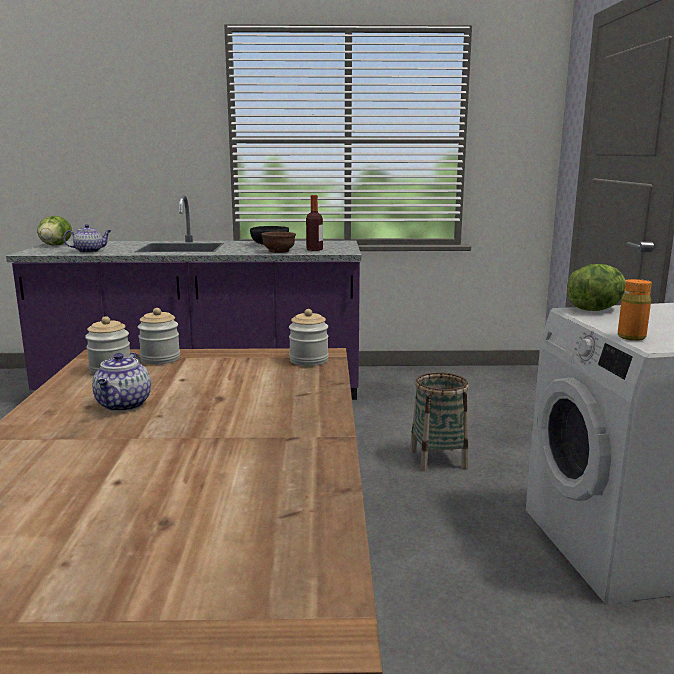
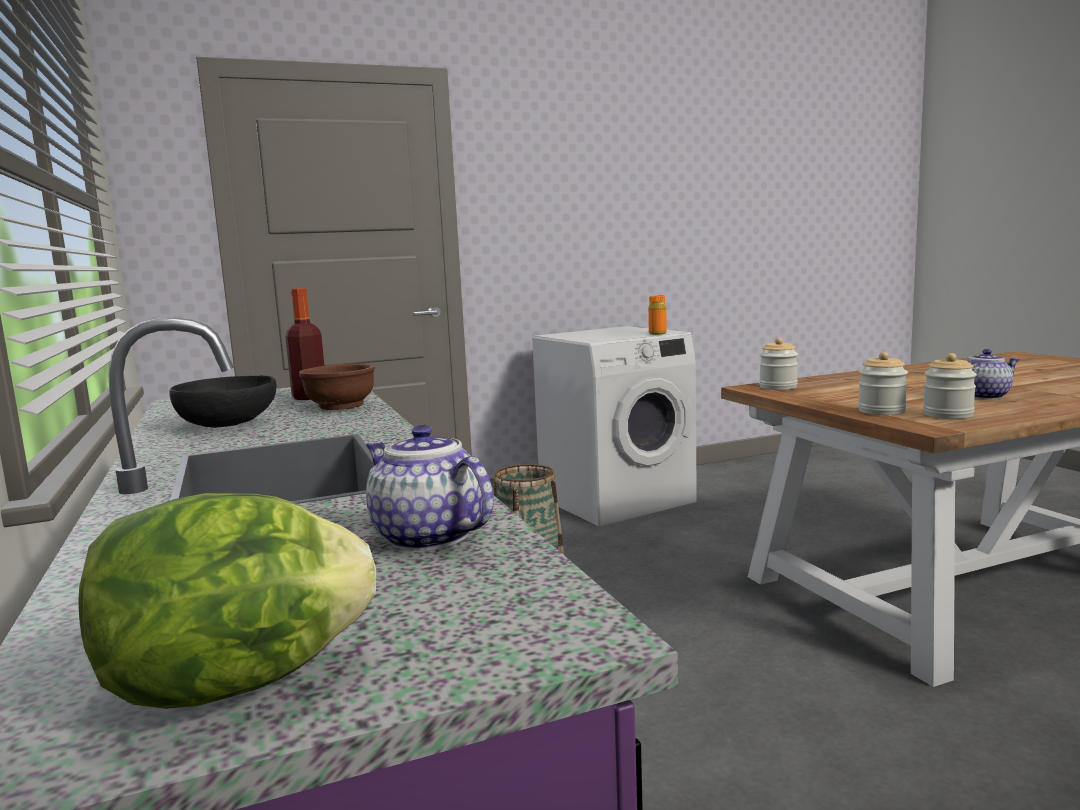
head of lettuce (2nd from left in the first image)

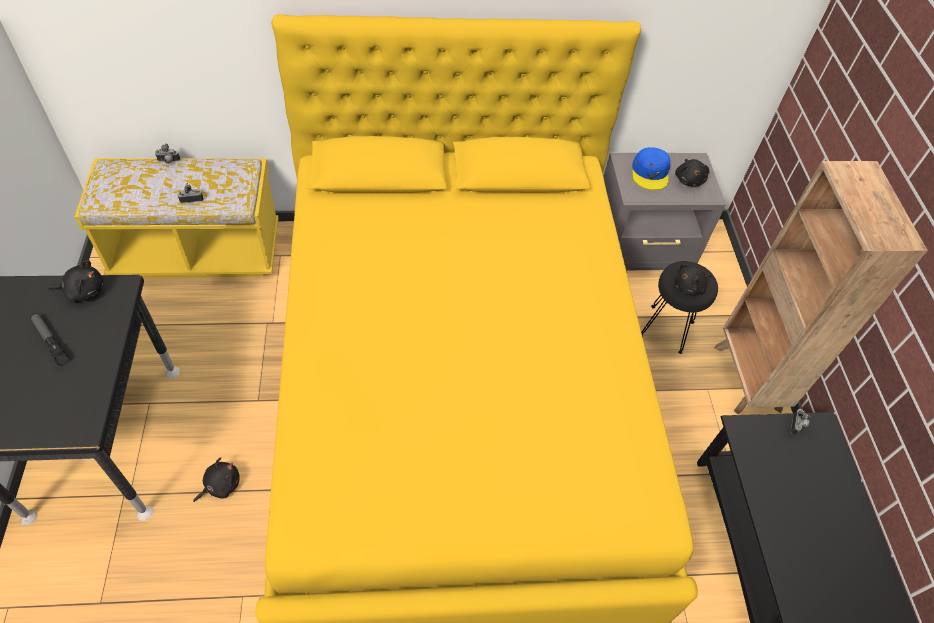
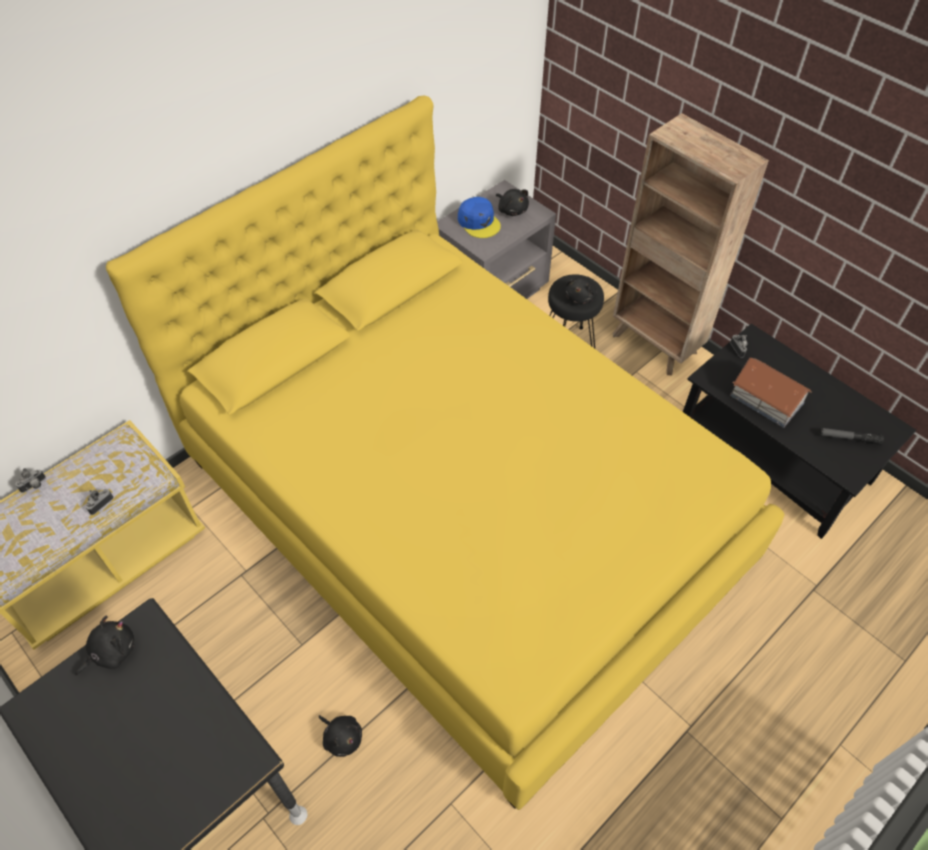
miniature house
hand torch
black-coloured plush toy (2nd from left)

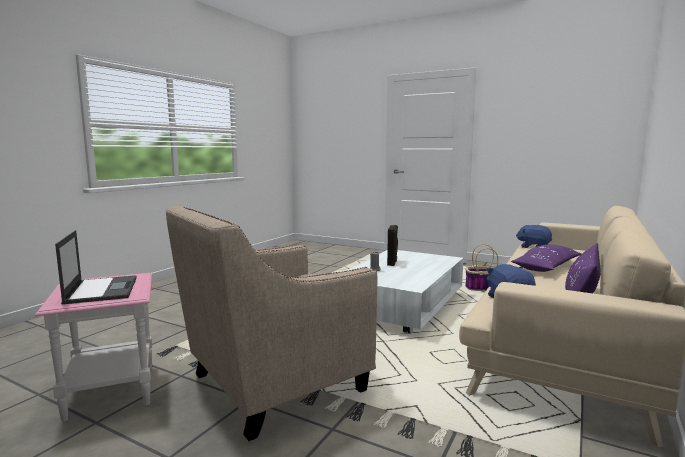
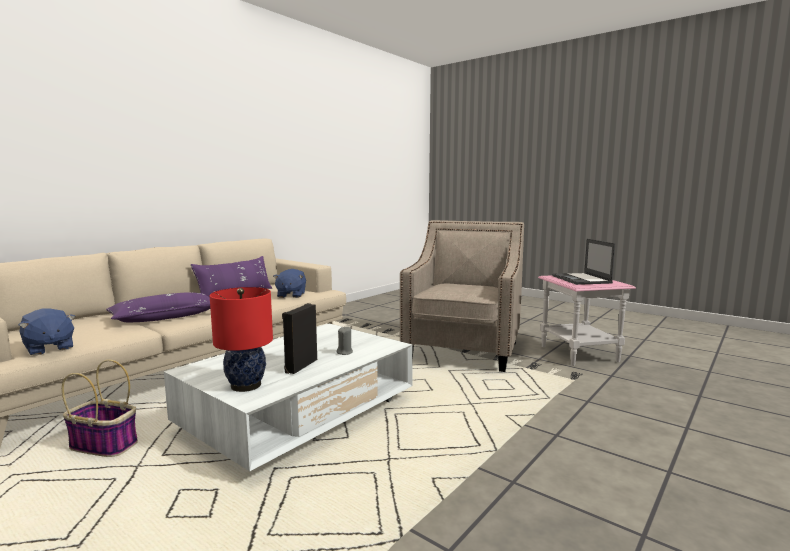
red tabletop lamp
beige lounge chair

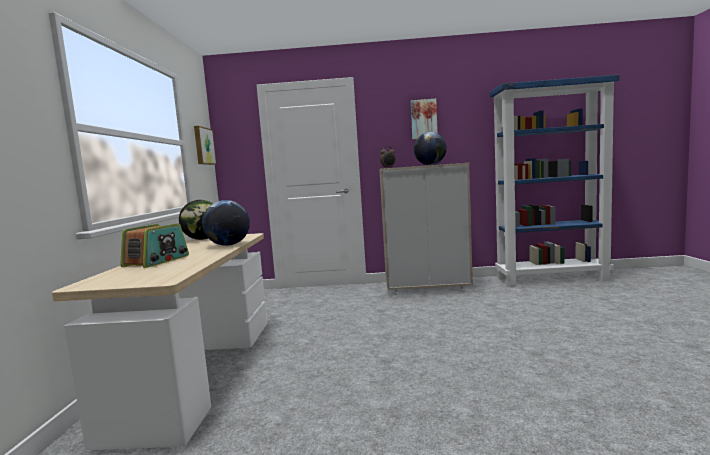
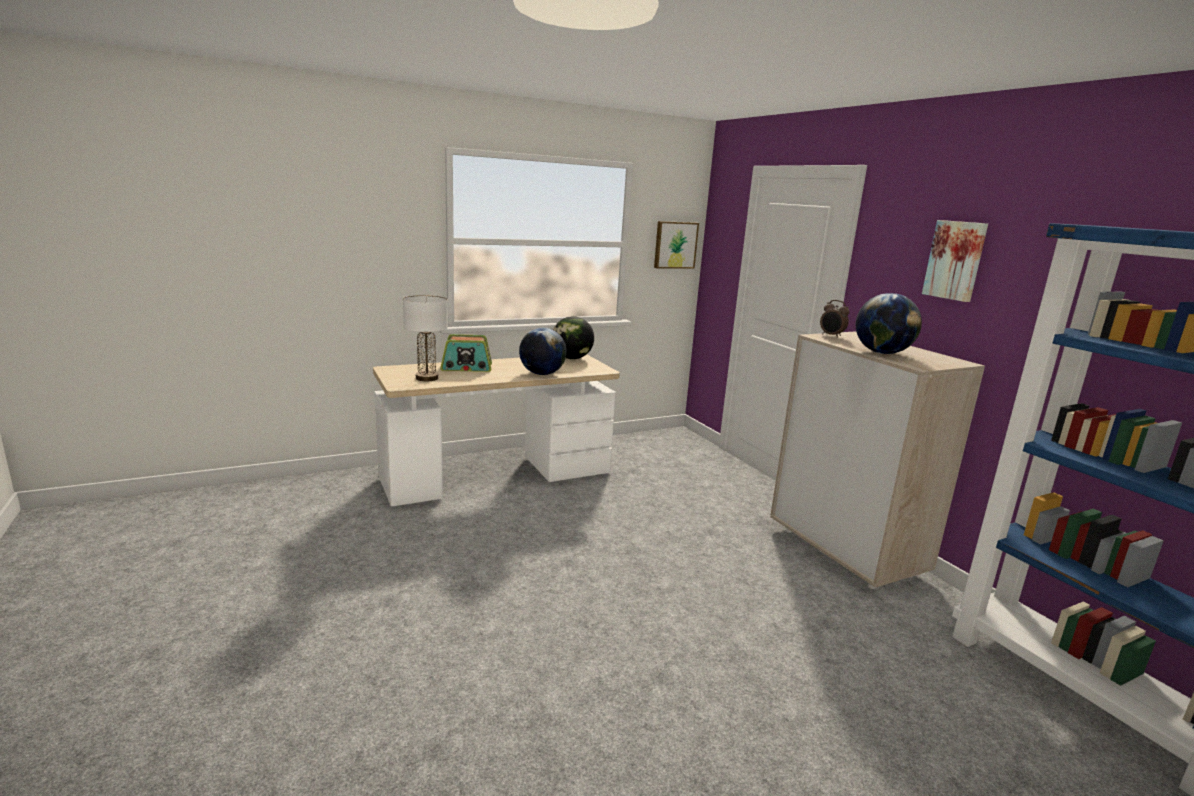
tabletop lamp

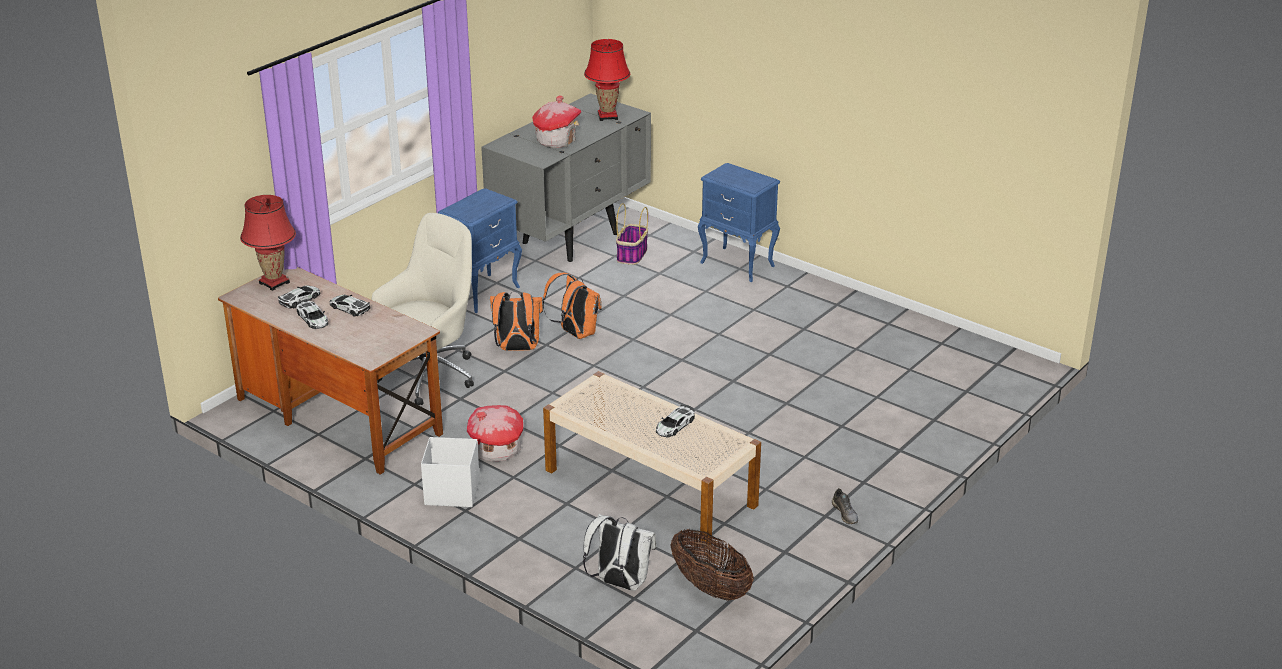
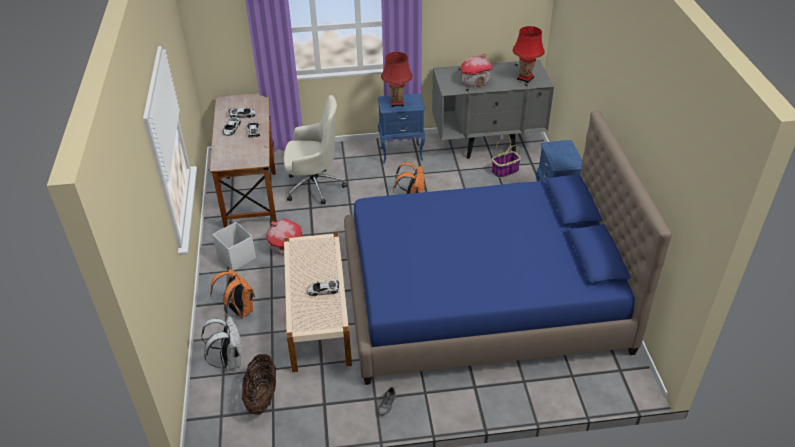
blue sleeping bed
red tabletop lamp (1st from left)
orange knapsack (1st from left)

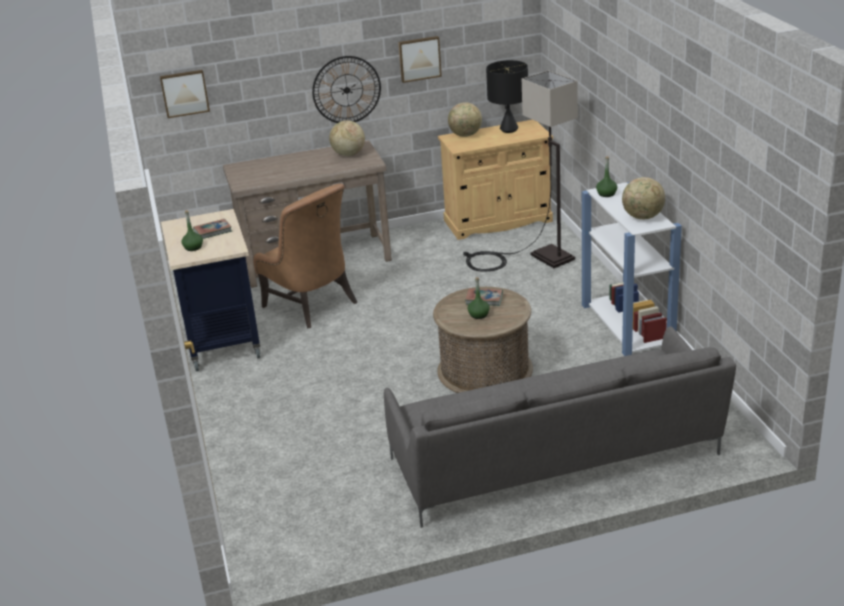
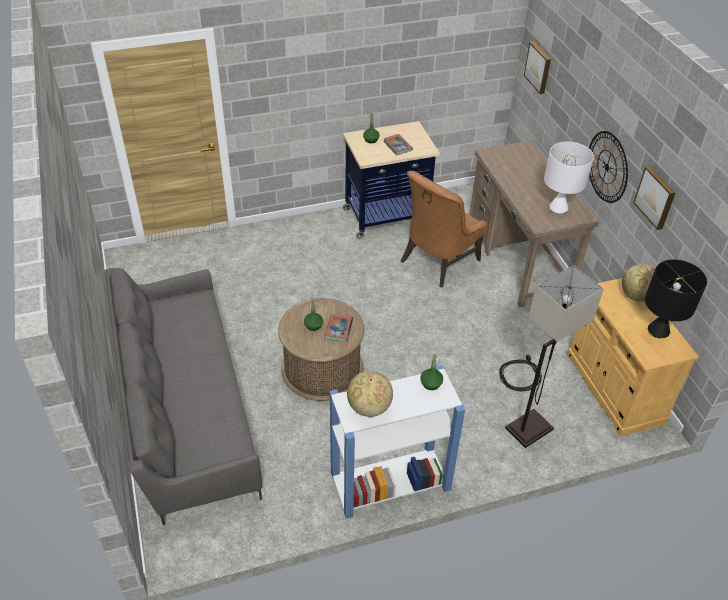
whitish tabletop lamp

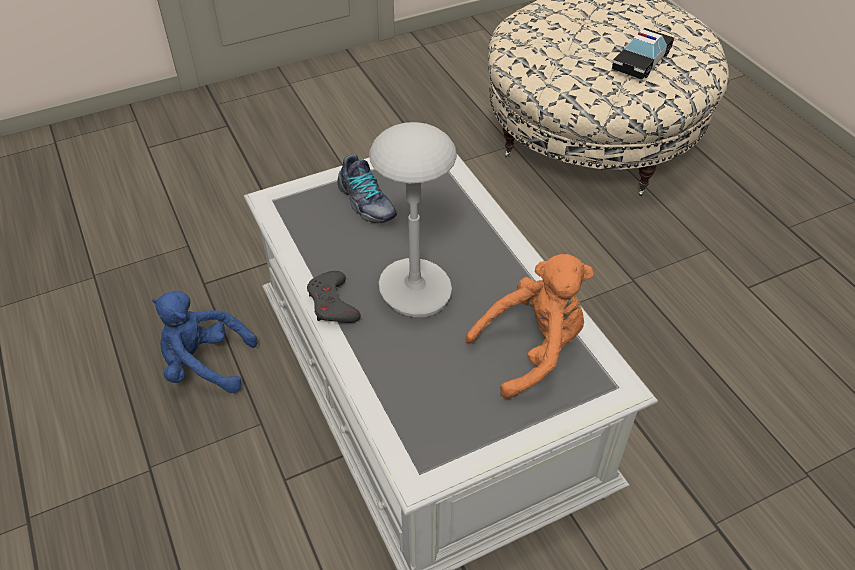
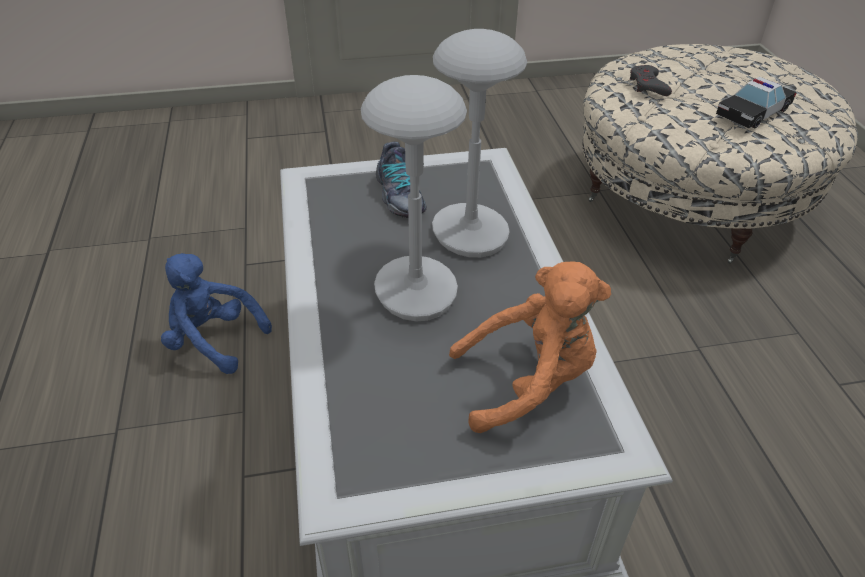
gray tabletop lamp (2nd from left)
gray joypad

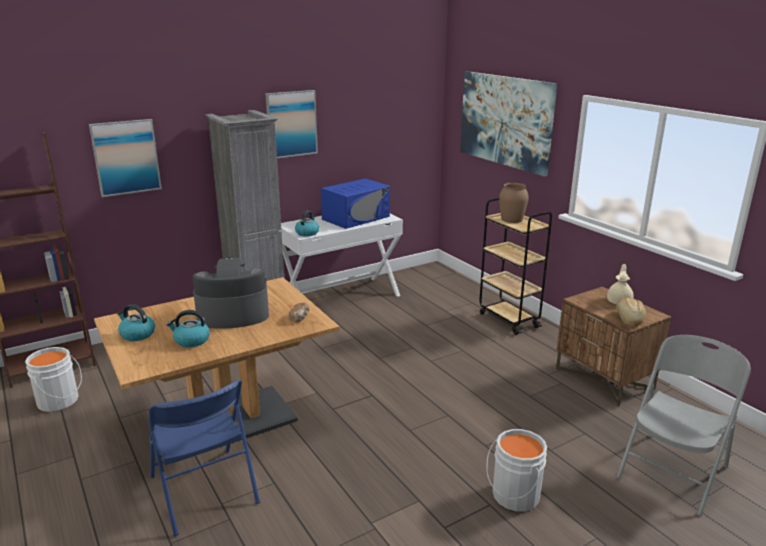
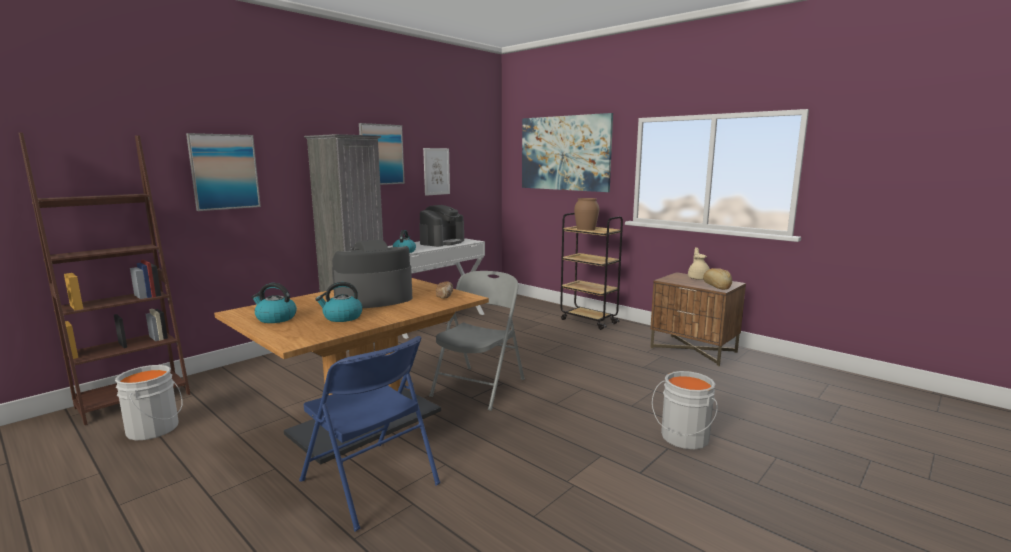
wall art (3rd from left)
gray chair
coffee maker (2nd from left)

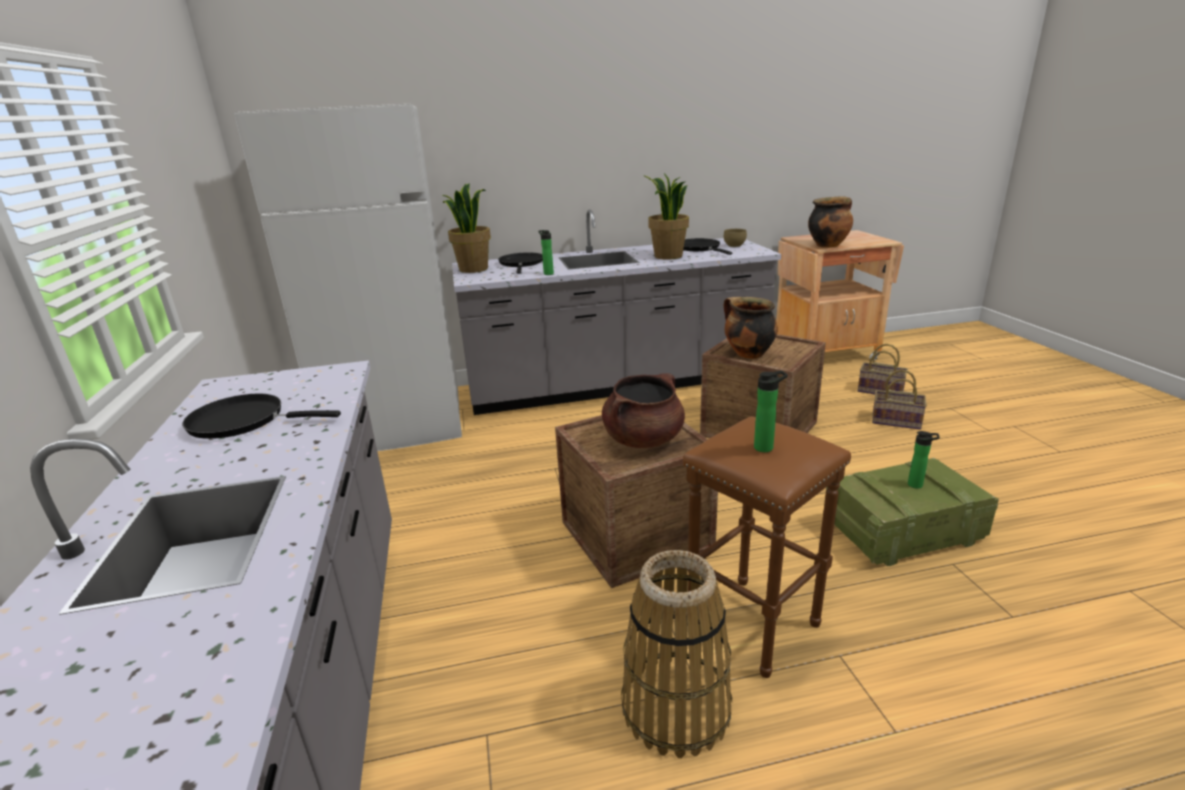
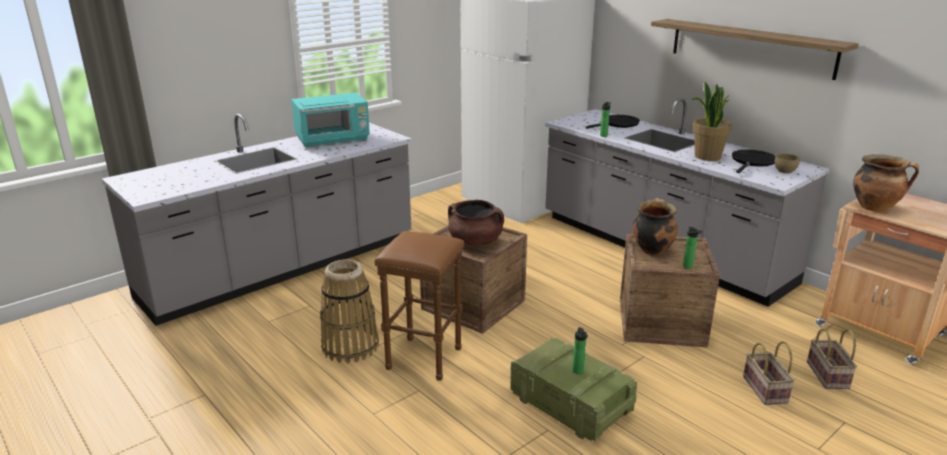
potted plant (1st from left in the first image)
wall shelf
beverage bottle (3rd from left)
turquoise-coloured microwave

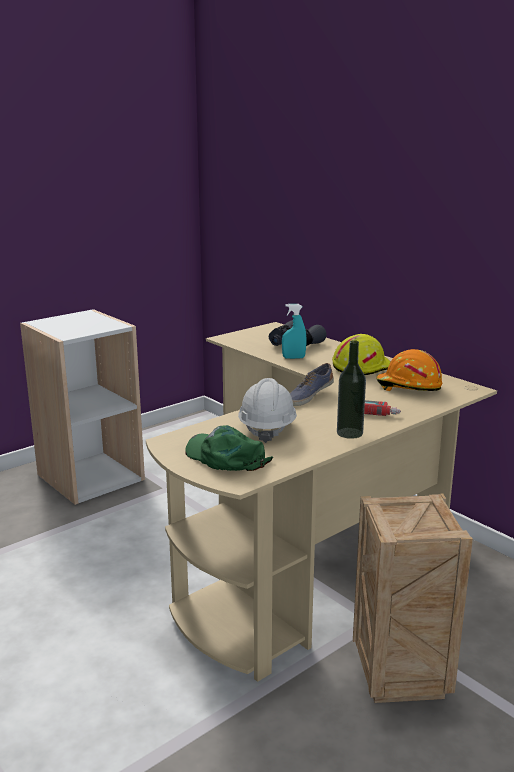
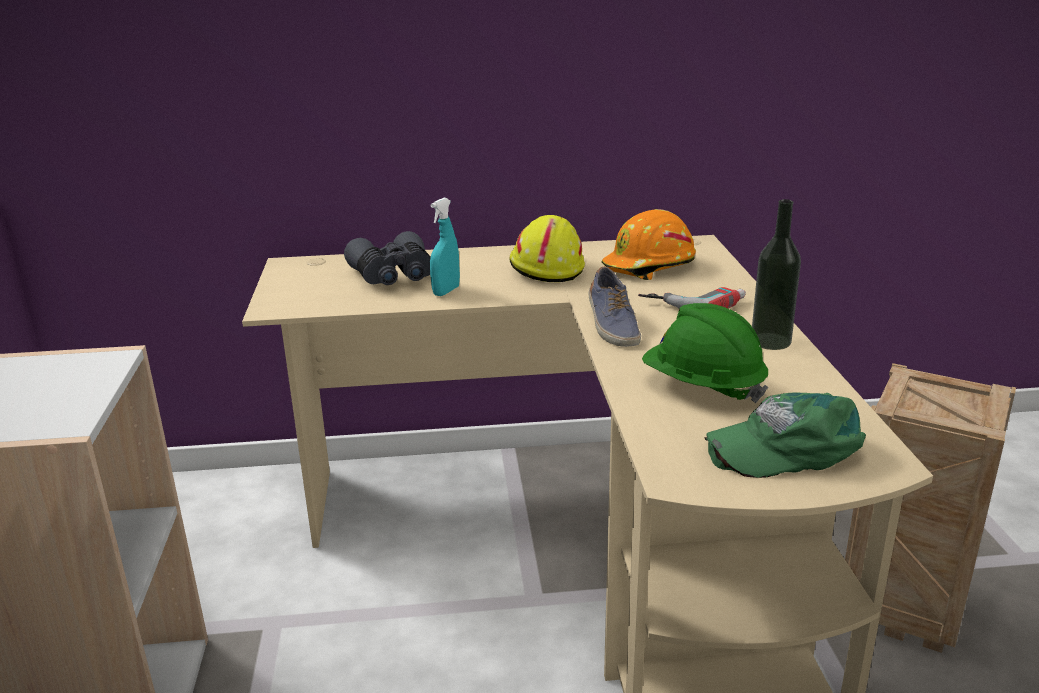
greenish safety helmet

